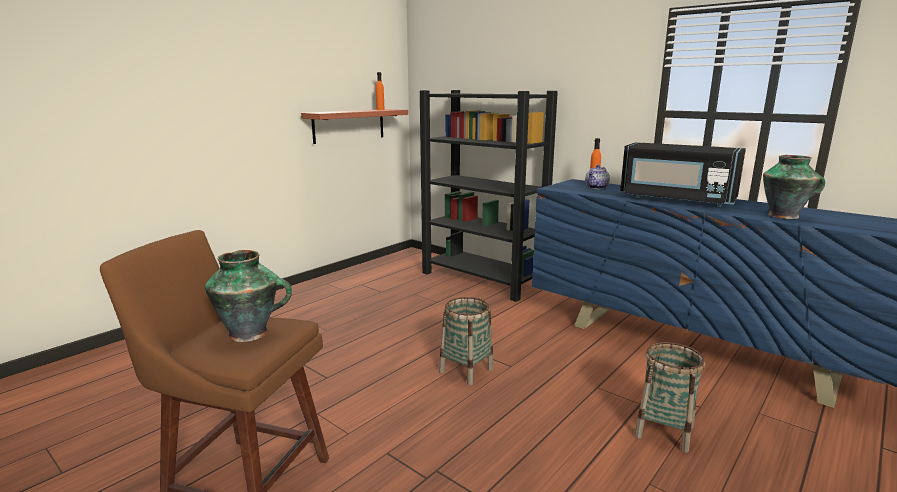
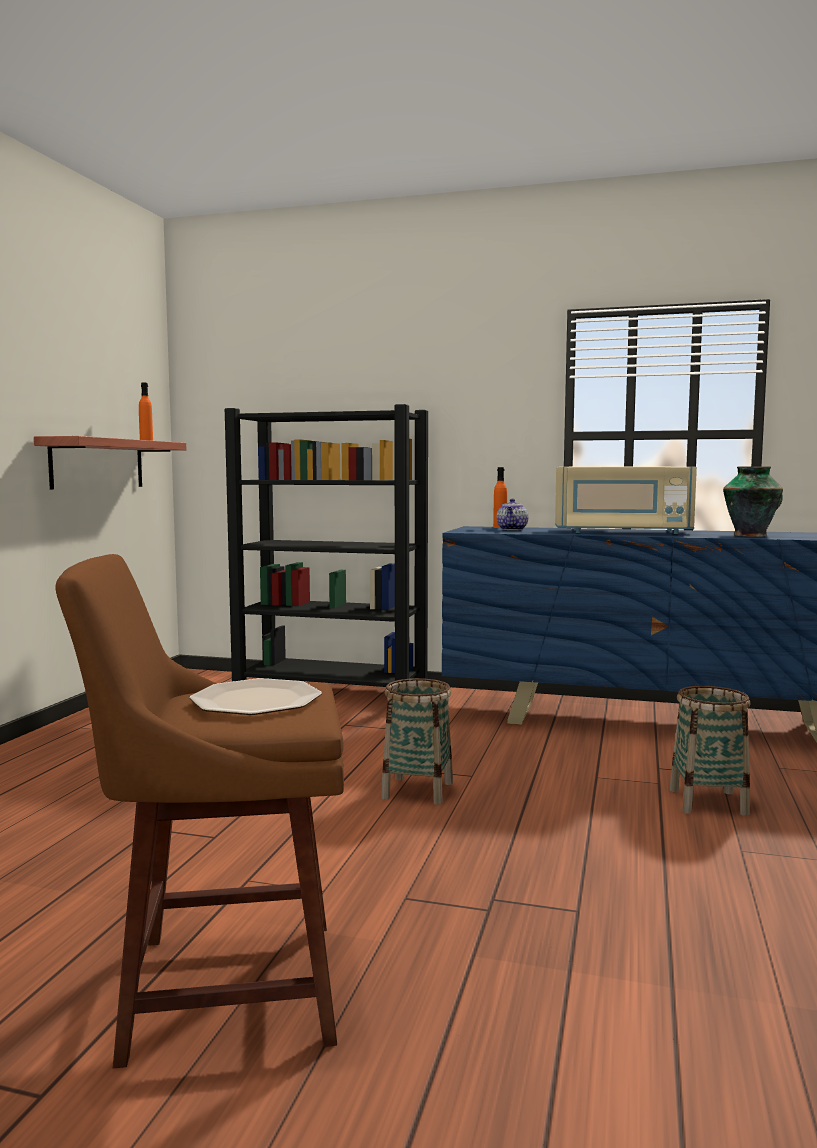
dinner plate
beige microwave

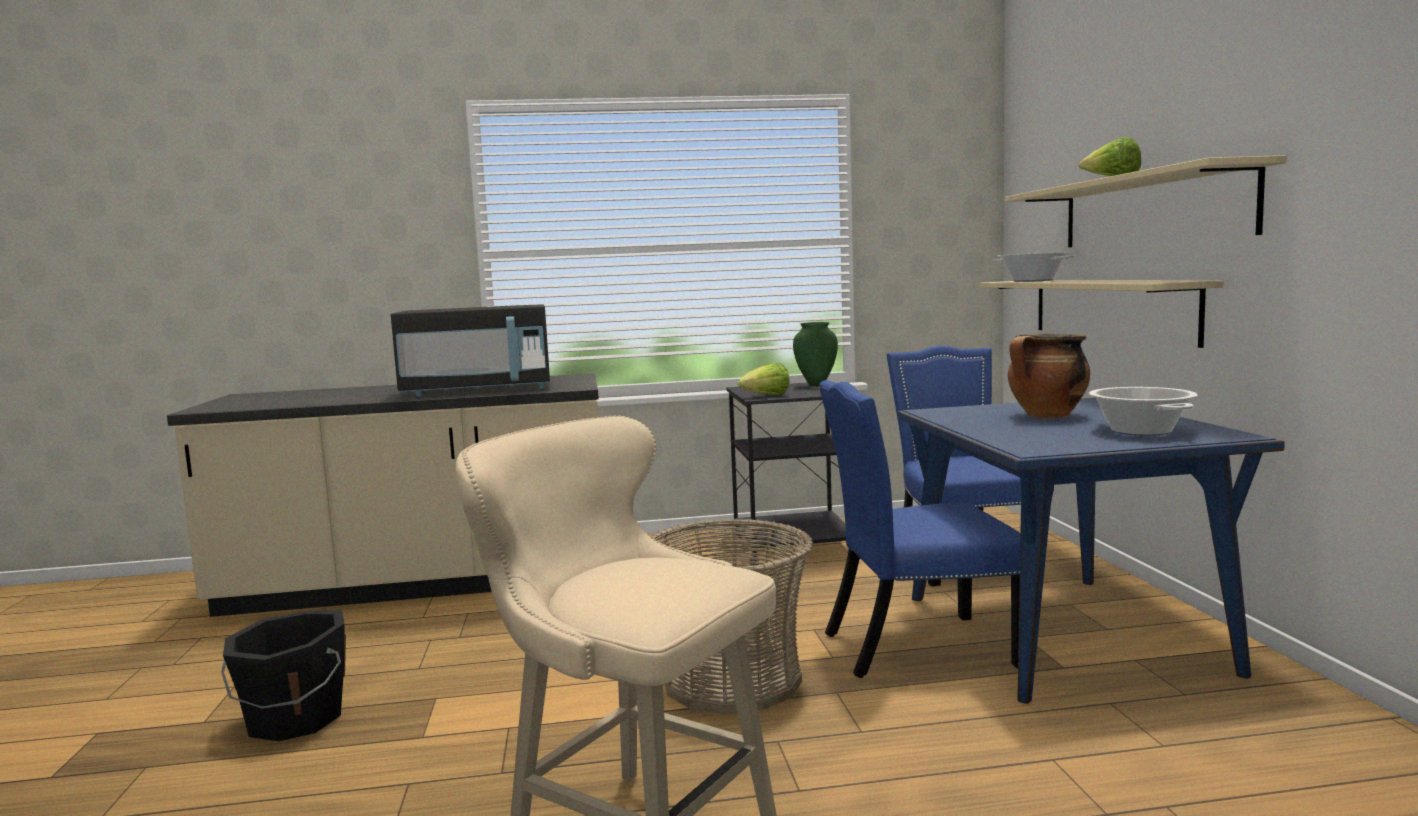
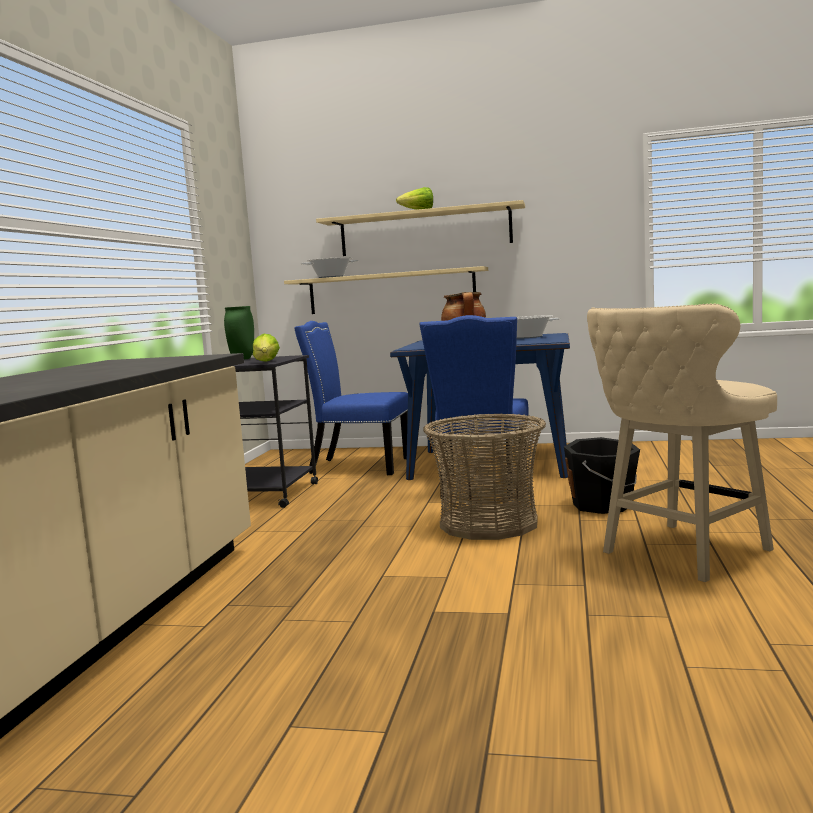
black-coloured microwave
black-coloured water bucket

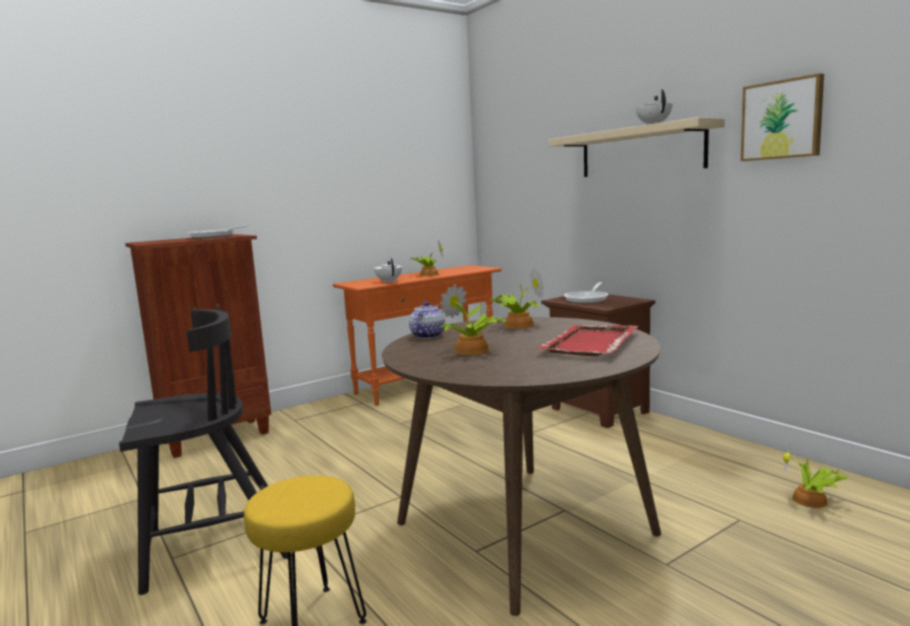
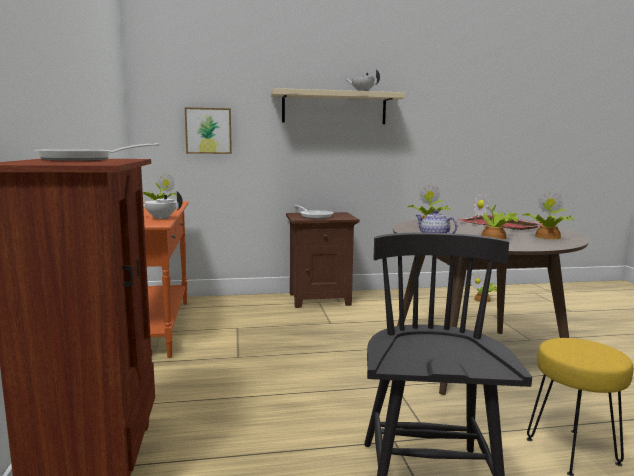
potted plant (5th from left)
wall art

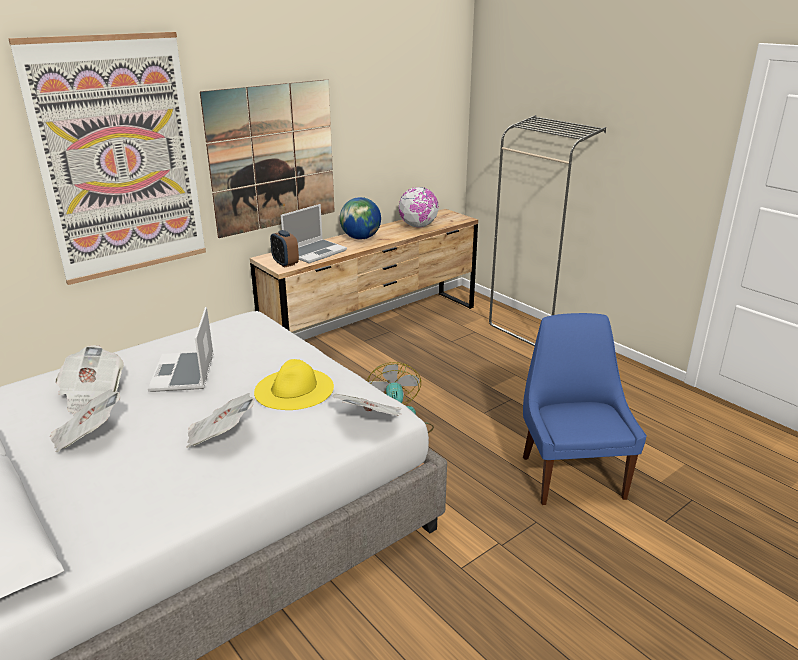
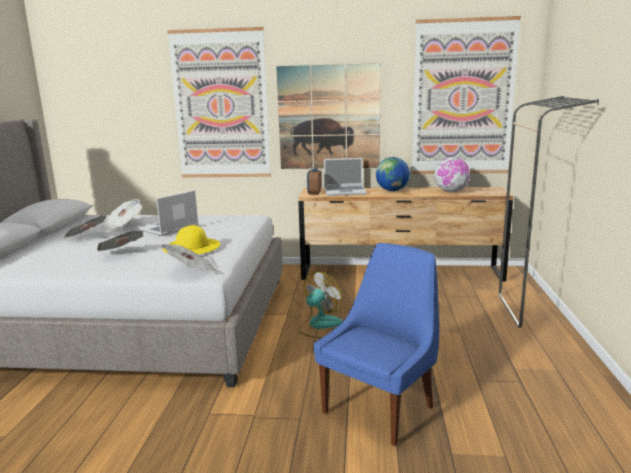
wall art (3rd from left)

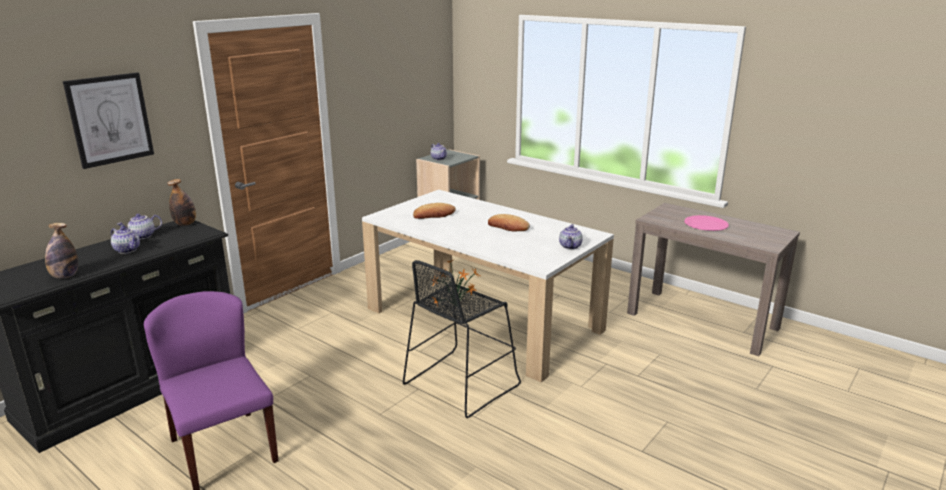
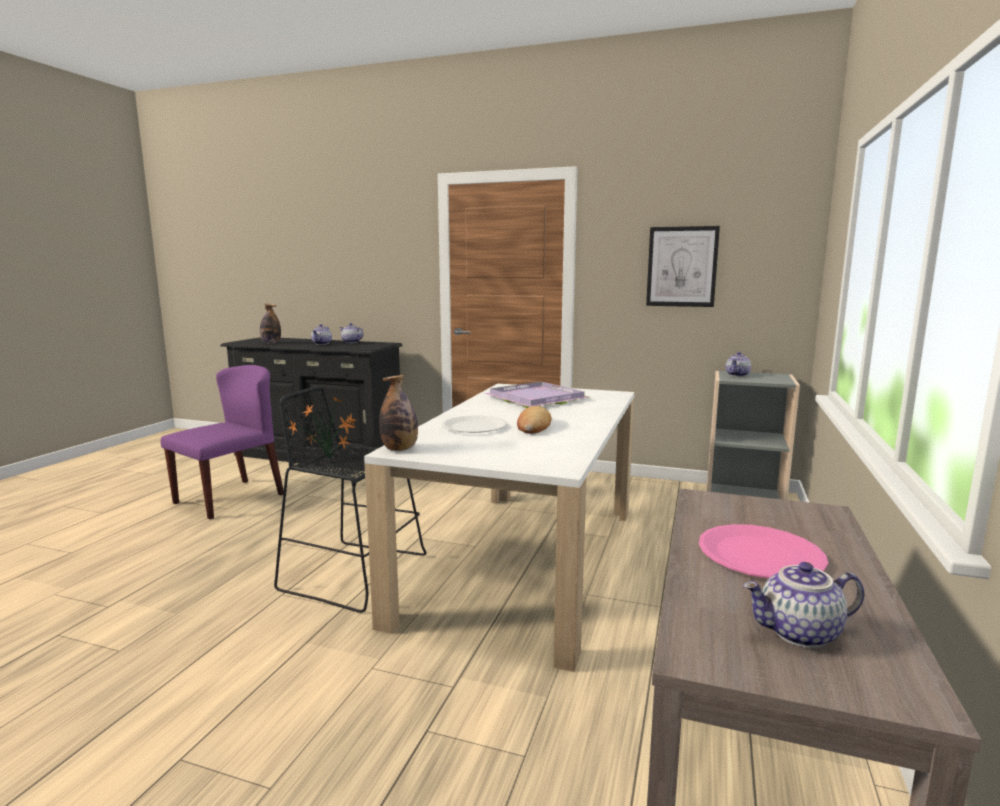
whitish dinner plate
wall art
beverage bottle (2nd from left)
tea pot (4th from left)
purple-coloured tray

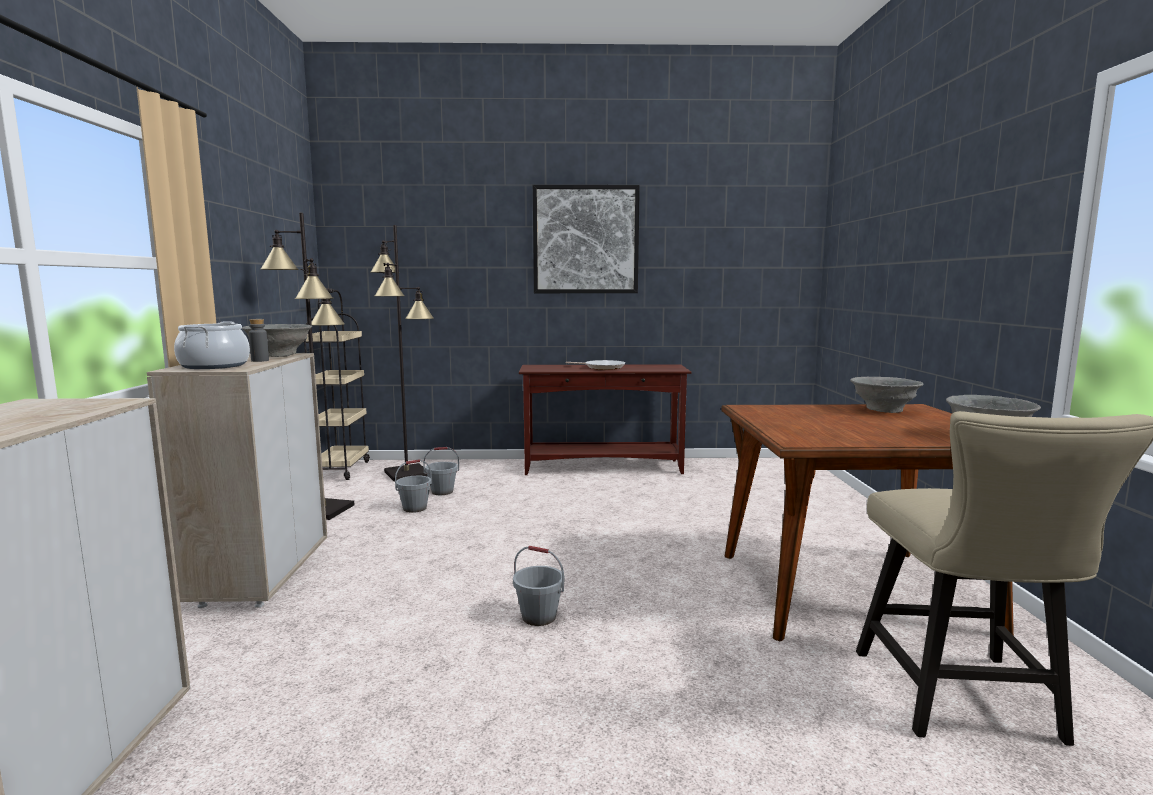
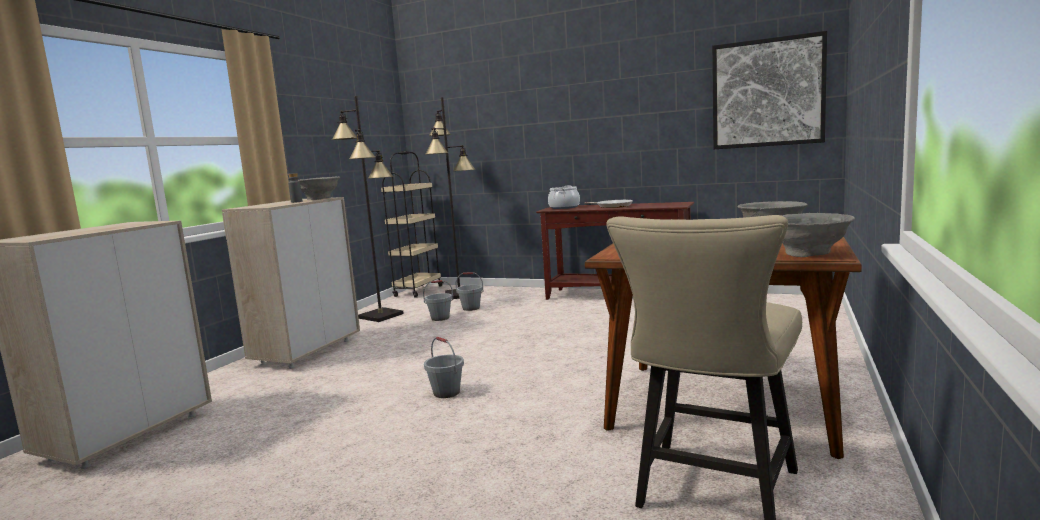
saucepot
wall art

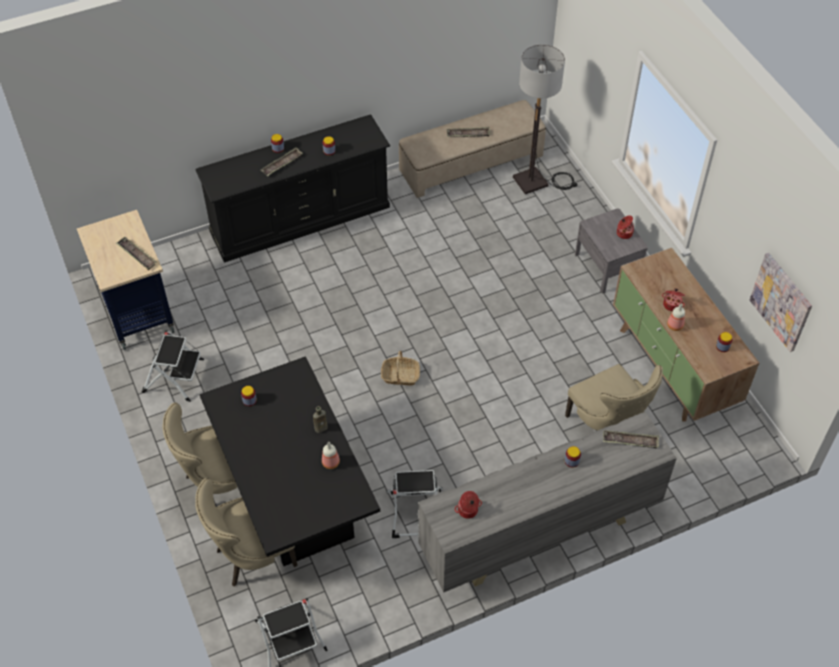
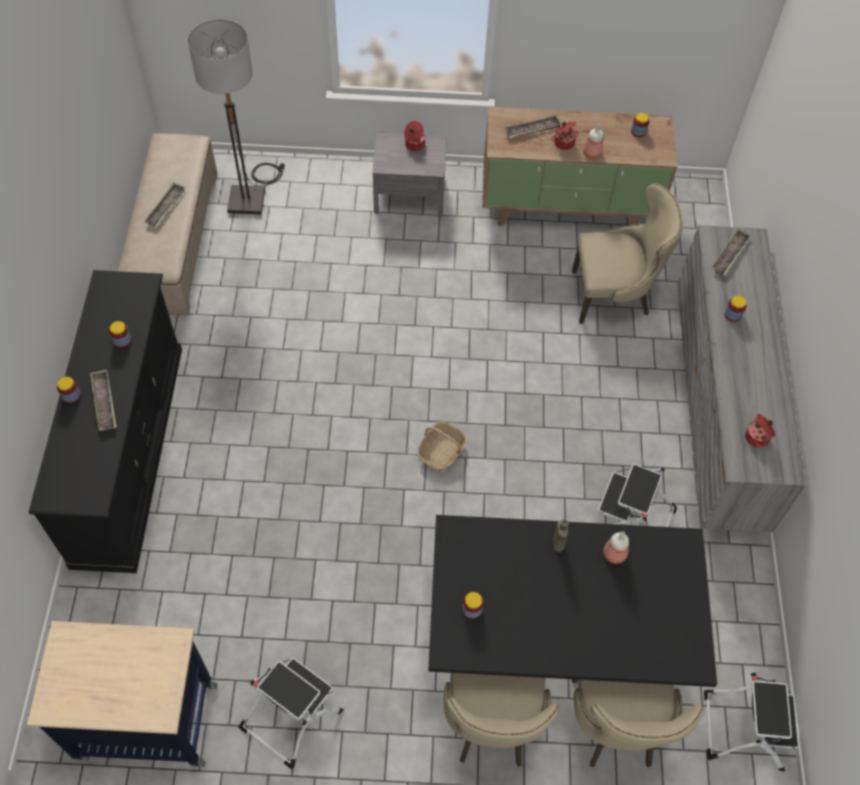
wall art
tray (3rd from left)

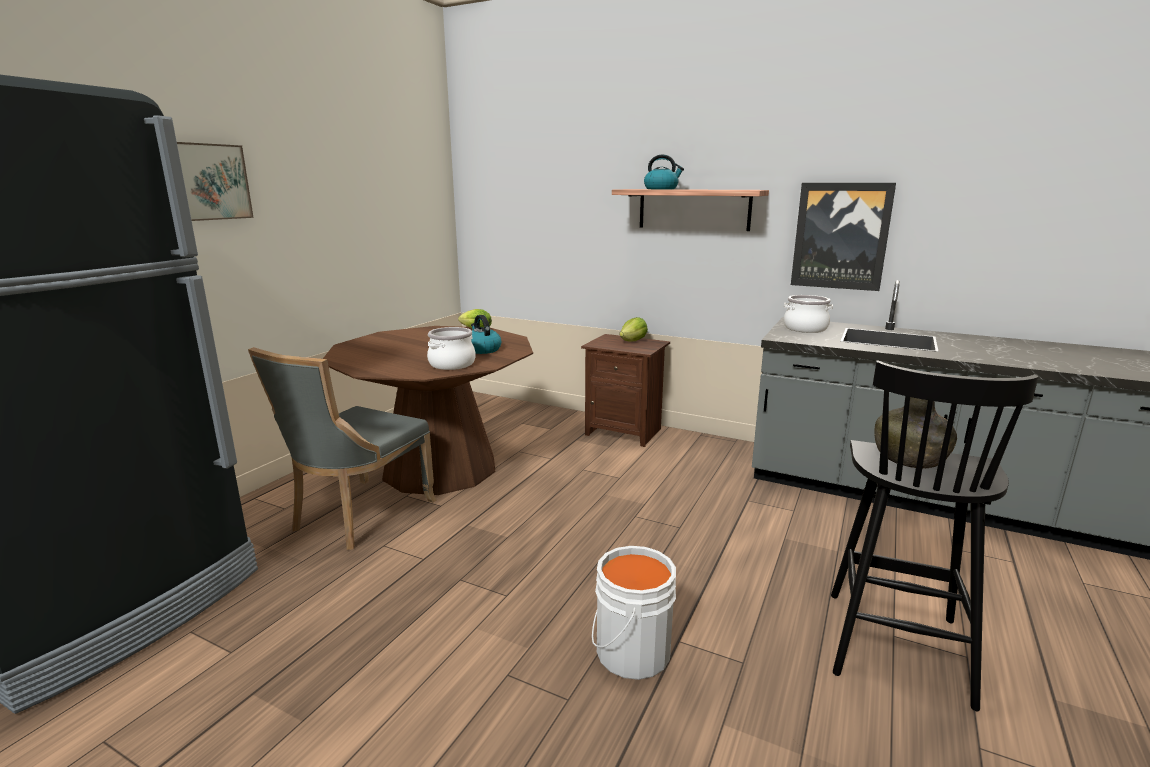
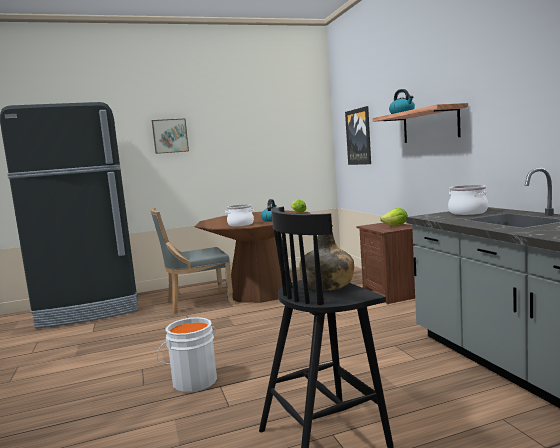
wall art (2nd from left)

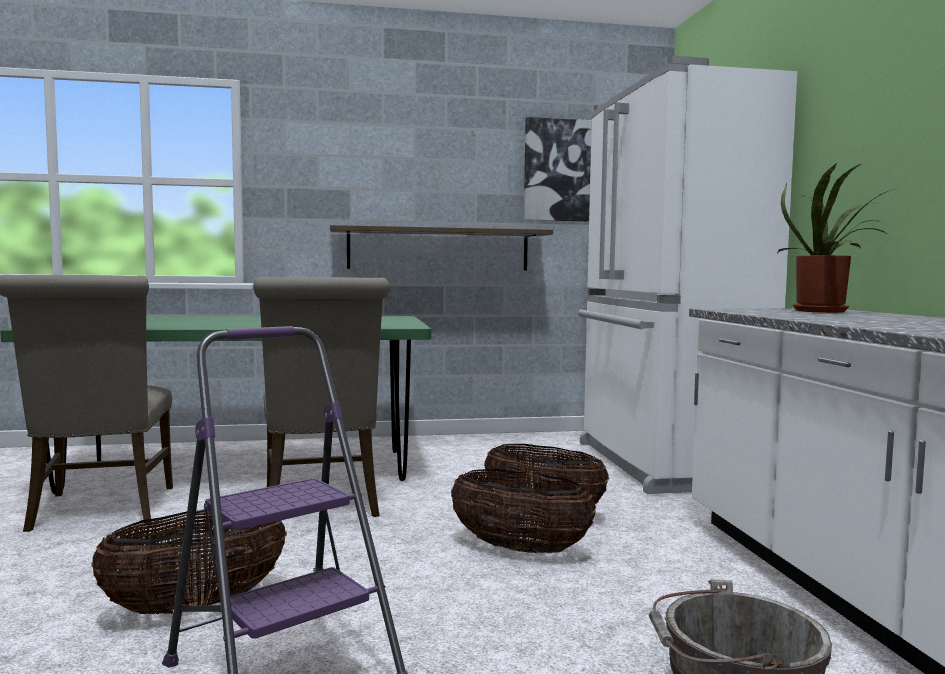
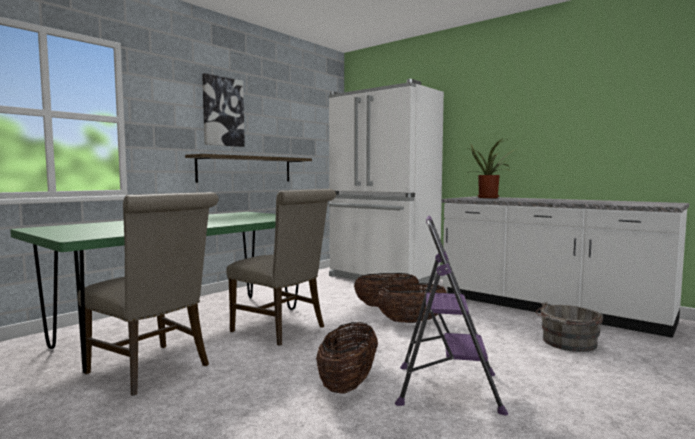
wall art

